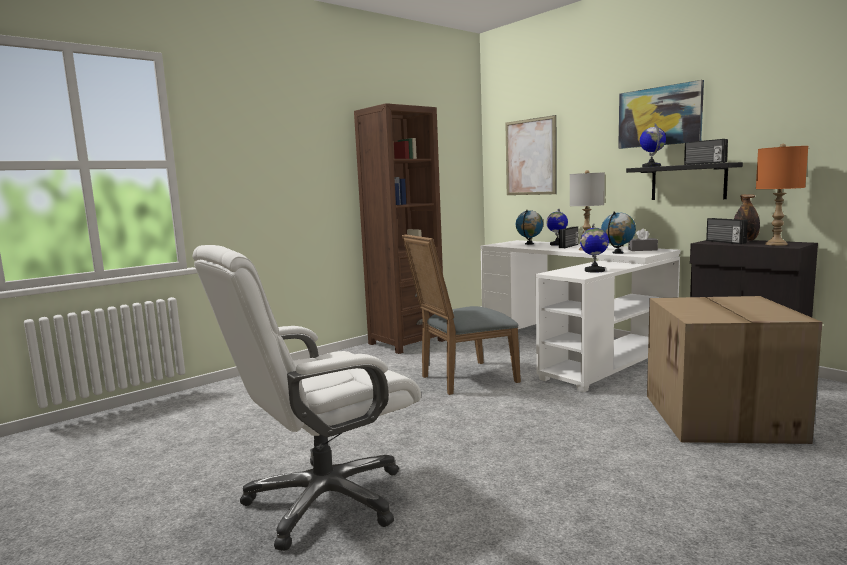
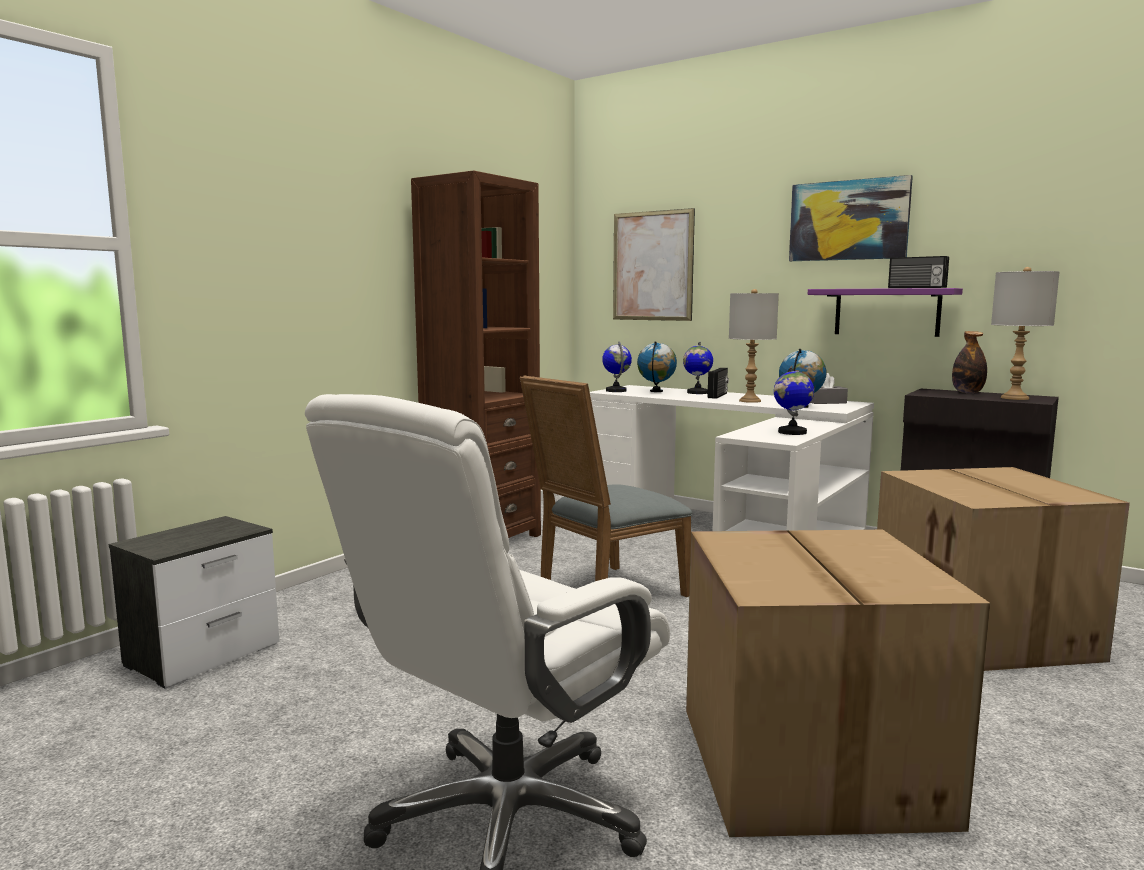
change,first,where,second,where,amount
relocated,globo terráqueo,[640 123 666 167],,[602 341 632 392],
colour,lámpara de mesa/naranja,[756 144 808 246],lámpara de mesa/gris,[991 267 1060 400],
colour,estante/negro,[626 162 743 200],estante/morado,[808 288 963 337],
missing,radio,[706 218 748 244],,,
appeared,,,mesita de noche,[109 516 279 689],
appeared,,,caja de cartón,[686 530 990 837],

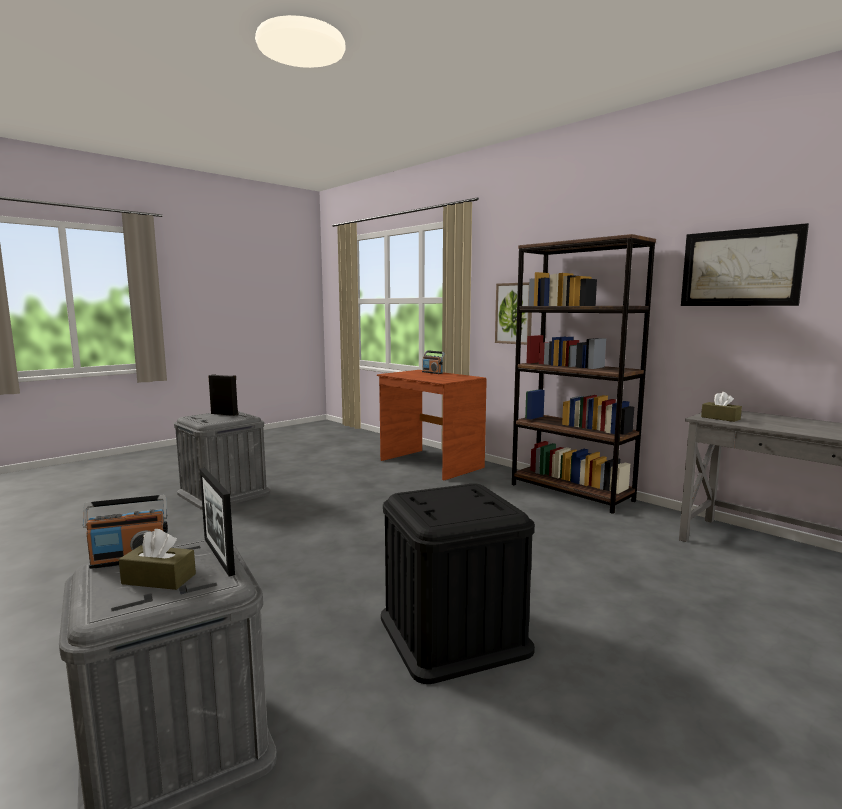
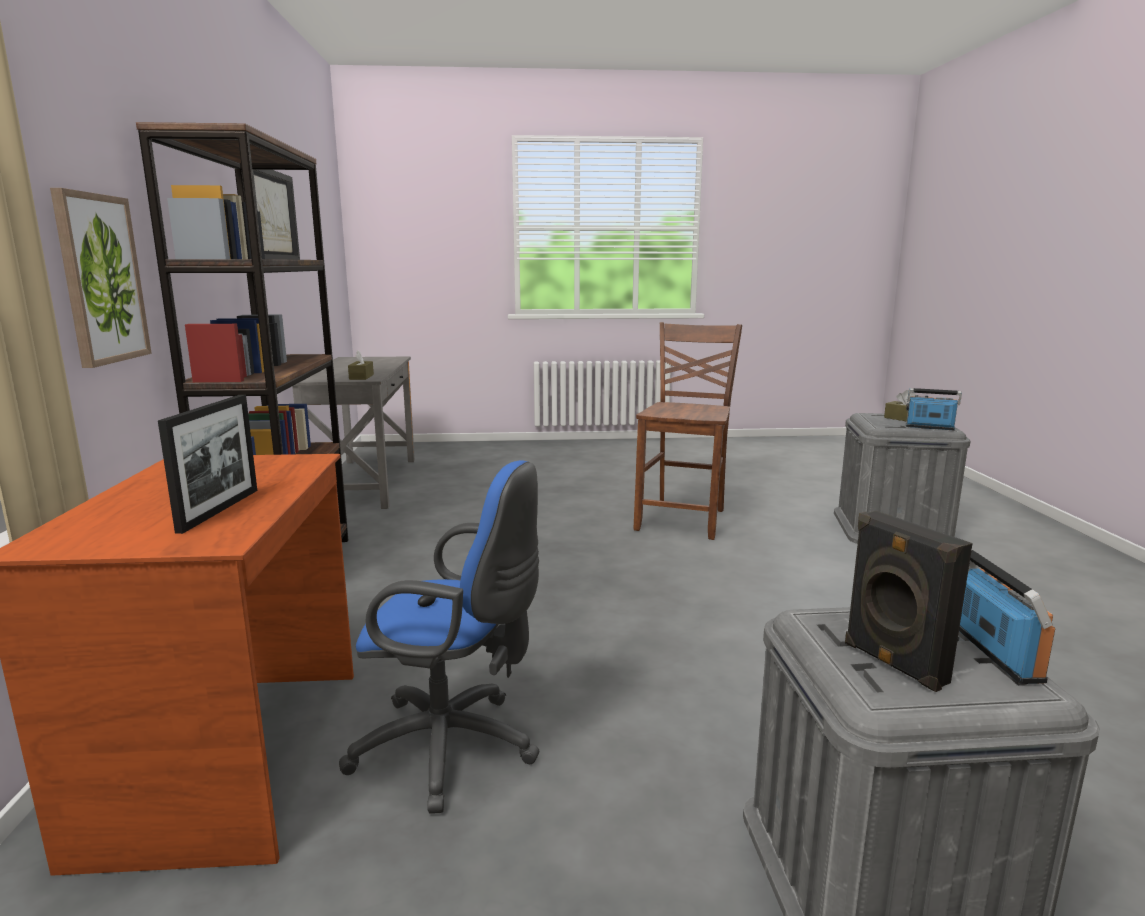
change,first,where,second,where,amount
relocated,radio,[422 350 445 374],,[959 550 1055 684],
relocated,portarretratos,[199 468 235 576],,[158 395 257 534],
exchanged,caja de almacenaje/negro,[381 483 535 684],silla/marrón,[634 322 742 540],
appeared,,,silla de oficina/azul,[339 460 539 814],

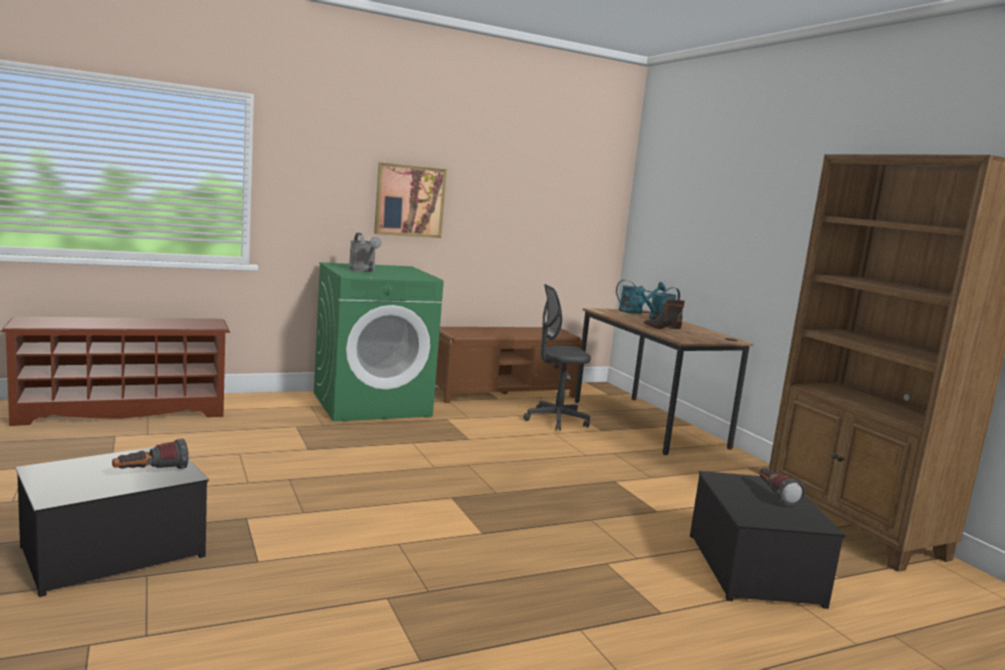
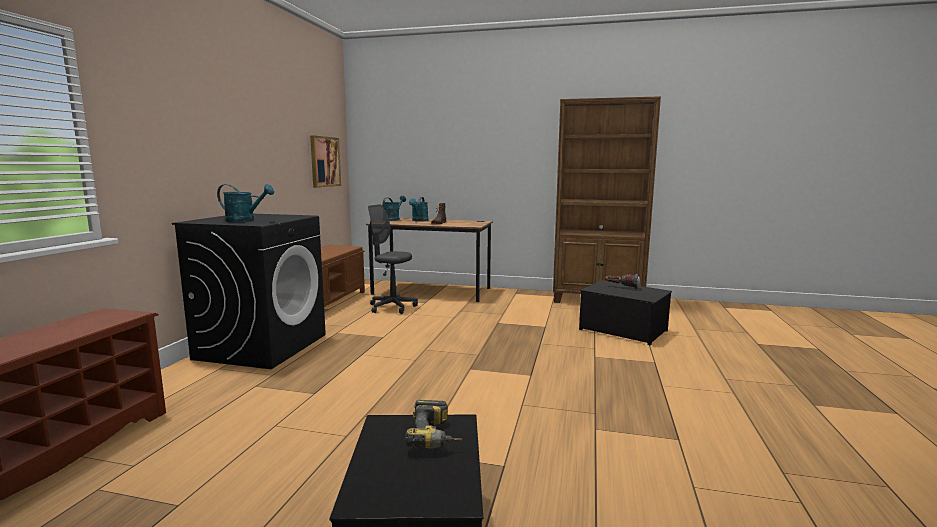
change,first,where,second,where,amount
relocated,cuadro,[374 162 447 238],,[310 135 341 188],
colour,regadera/gris,[349 233 381 272],regadera/turquesa,[217 184 274 222],
colour,lavadora/verde,[314 262 444 421],lavadora/negro,[172 214 326 369],
spun,silla de oficina/gris,[523 284 591 431],,[368 204 418 314],90 degrees clockwise
exchanged,linterna,[112 438 189 469],taladro,[405 400 462 449],

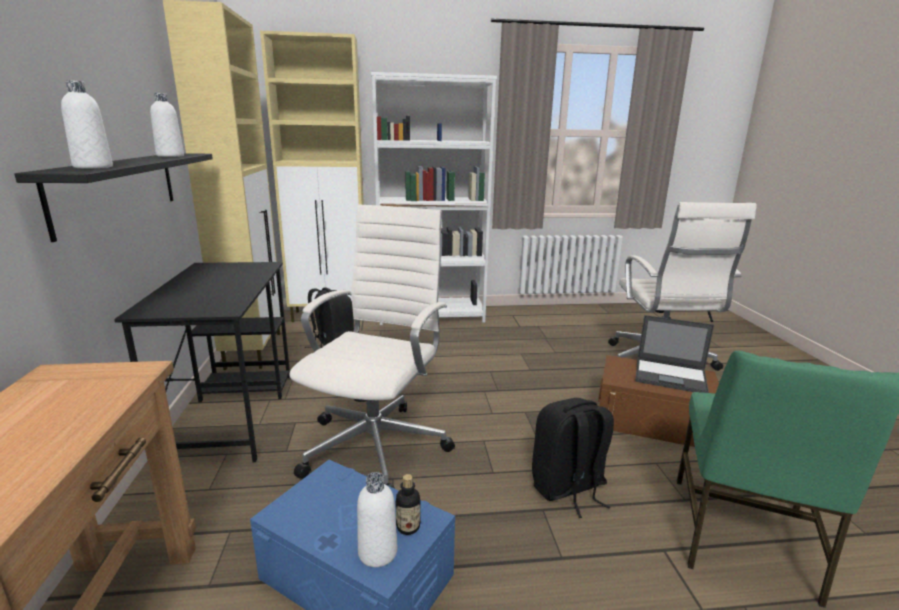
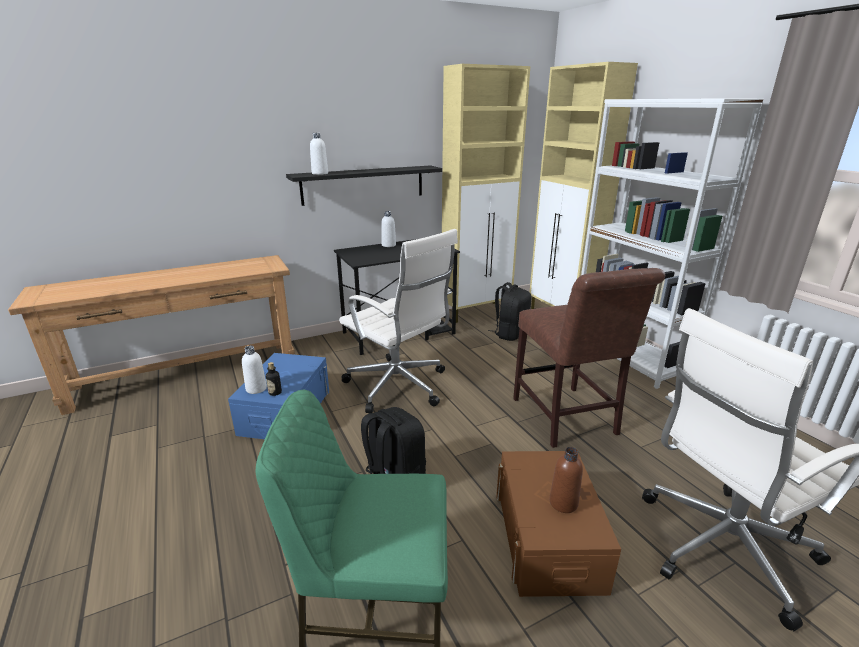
change,first,where,second,where,amount
relocated,botella/blanco,[150 93 184 157],,[381 211 396 247],
spun,silla de oficina/blanco,[289 204 455 489],,[339 229 458 413],45 degrees clockwise
exchanged,portátil,[635 315 714 393],botella/marrón,[549 447 583 513],
appeared,,,silla/marrón,[513 268 665 448],

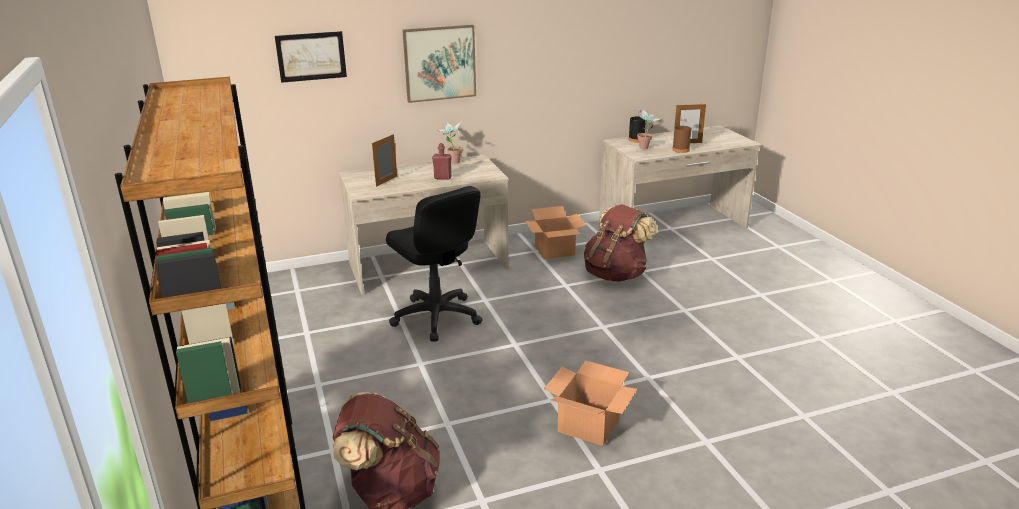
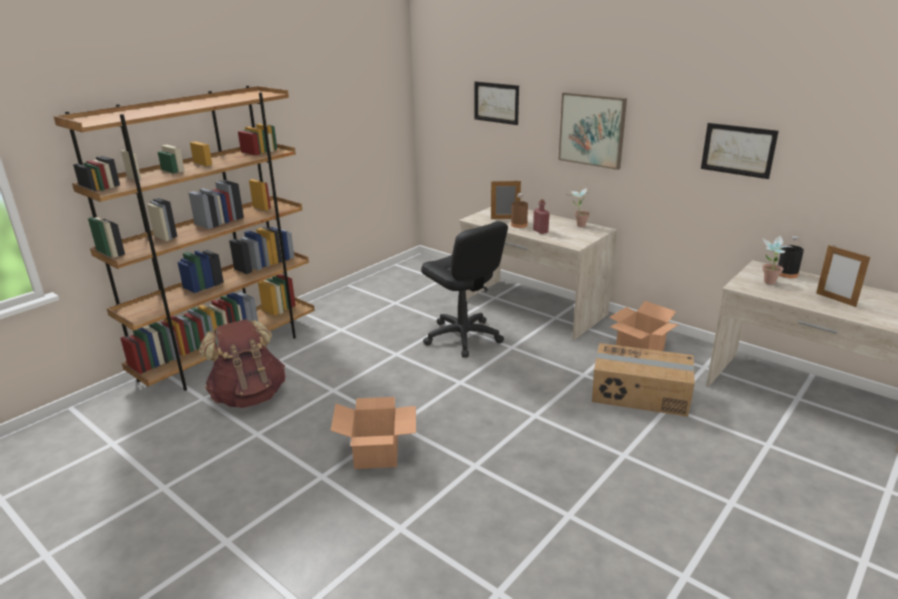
change,first,where,second,where,amount
relocated,botella/marrón,[672 118 691 153],,[511 193 528 228],
spun,silla de oficina/negro,[386 186 483 342],,[421 221 508 358],60 degrees counterclockwise
exchanged,mochila/marrón,[584 204 658 282],caja de cartón,[592 343 695 417],
appeared,,,cuadro,[701 123 779 179],

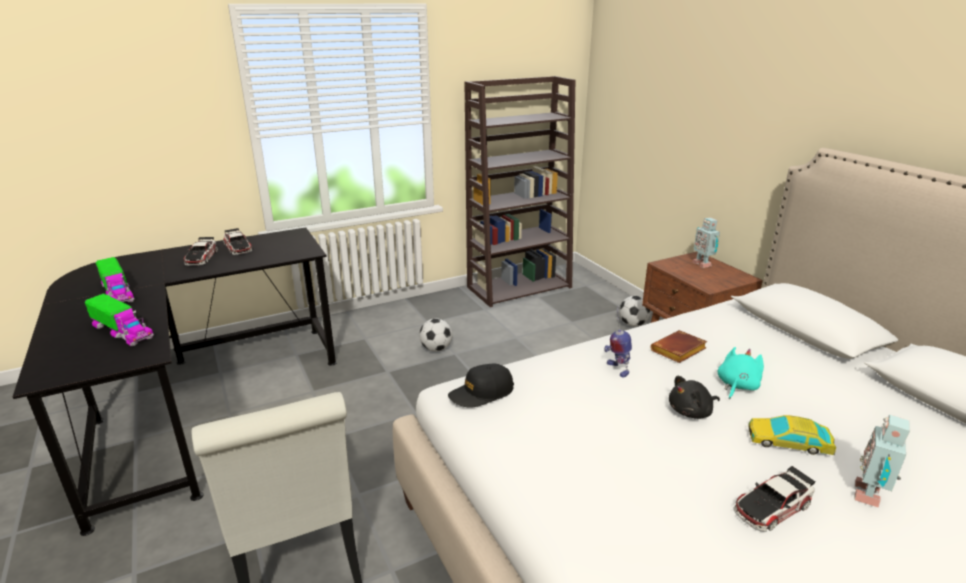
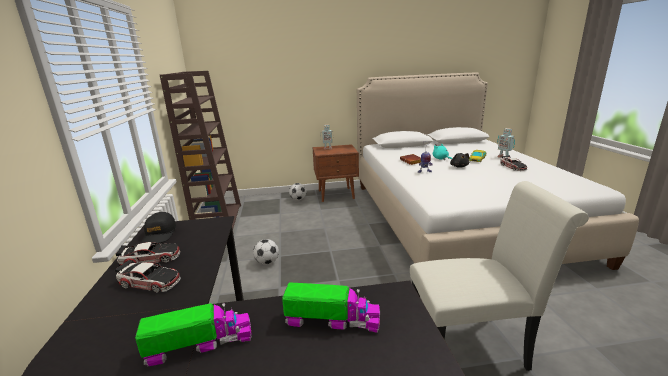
change,first,where,second,where,amount
spun,camión de juguete,[85 293 154 346],,[282 282 380 333],45 degrees clockwise
relocated,gorra/negro,[448 364 514 408],,[141 212 177 244],

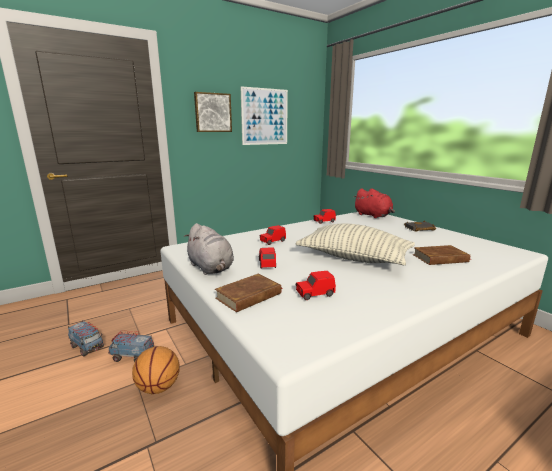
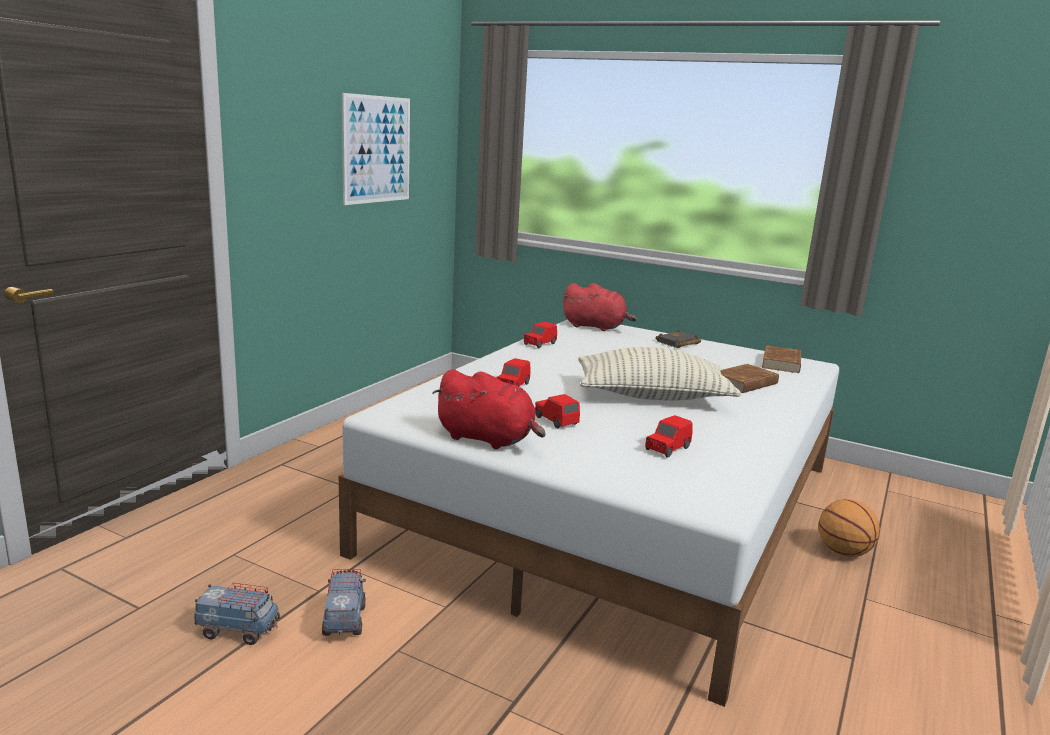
change,first,where,second,where,amount
missing,cuadro,[194 92 232 132],,,
colour,peluche/gris,[184 223 234 275],peluche/rojo,[432 369 545 449],
relocated,libro/marrón,[215 274 283 312],,[762 345 801 373],
spun,camión de juguete,[108 330 154 362],,[322 569 366 636],105 degrees clockwise
relocated,balón de baloncesto,[132 346 180 394],,[819 499 880 557],

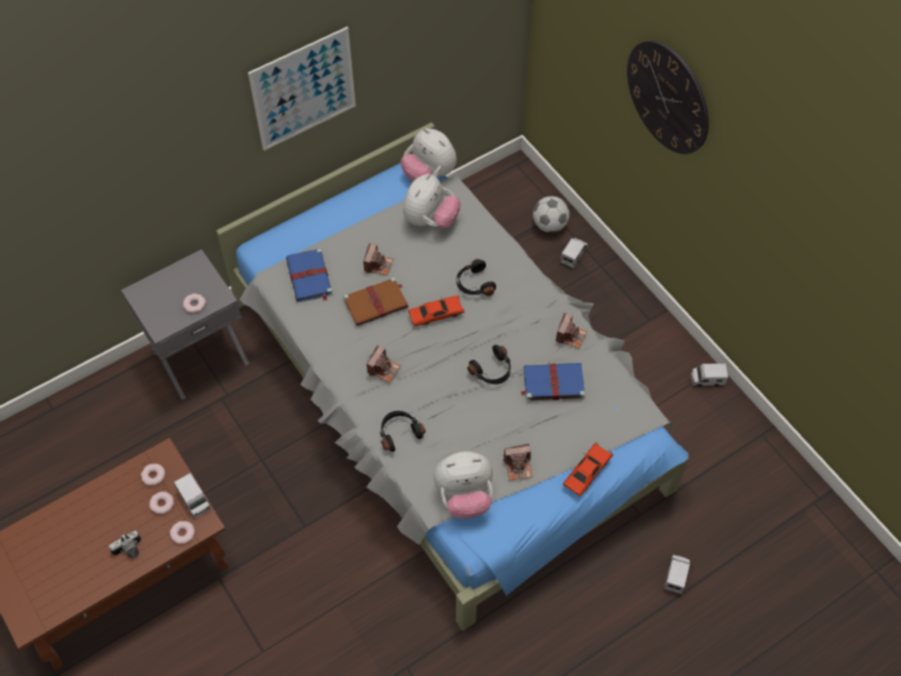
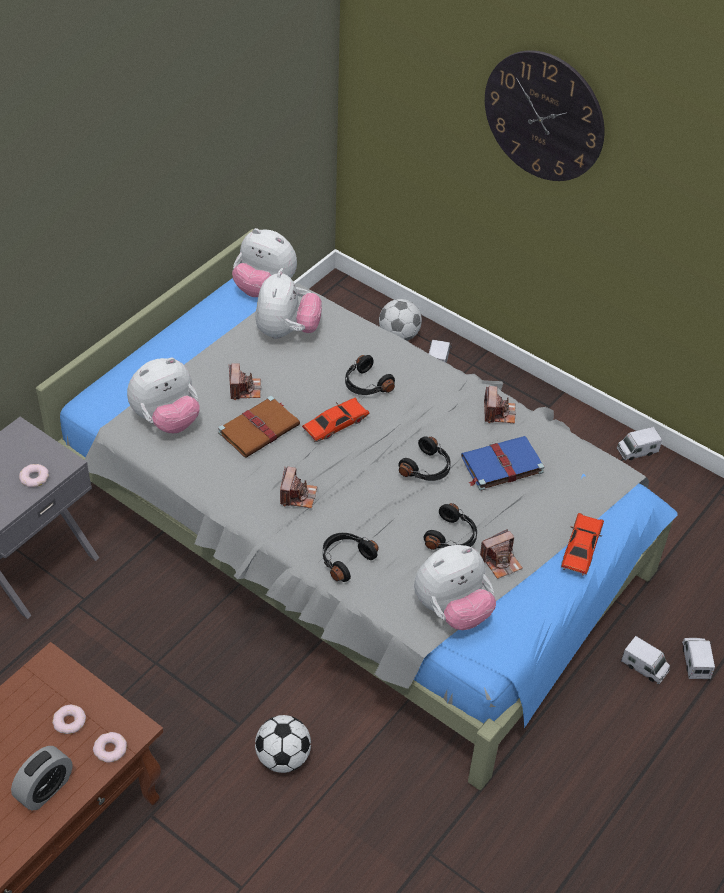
change,first,where,second,where,amount
missing,cuadro,[248 27 356 151],,,
exchanged,libro/azul,[286 248 333 302],peluche,[127 357 200 433],
missing,rosquilla,[141 464 165 486],,,
relocated,camión de juguete,[174 473 211 518],,[621 636 670 684],
exchanged,cámara,[109 530 141 558],despertador,[11 746 73 811],
appeared,,,auriculares/negro,[424 503 477 550],
appeared,,,balón de fútbol,[255 715 311 773],

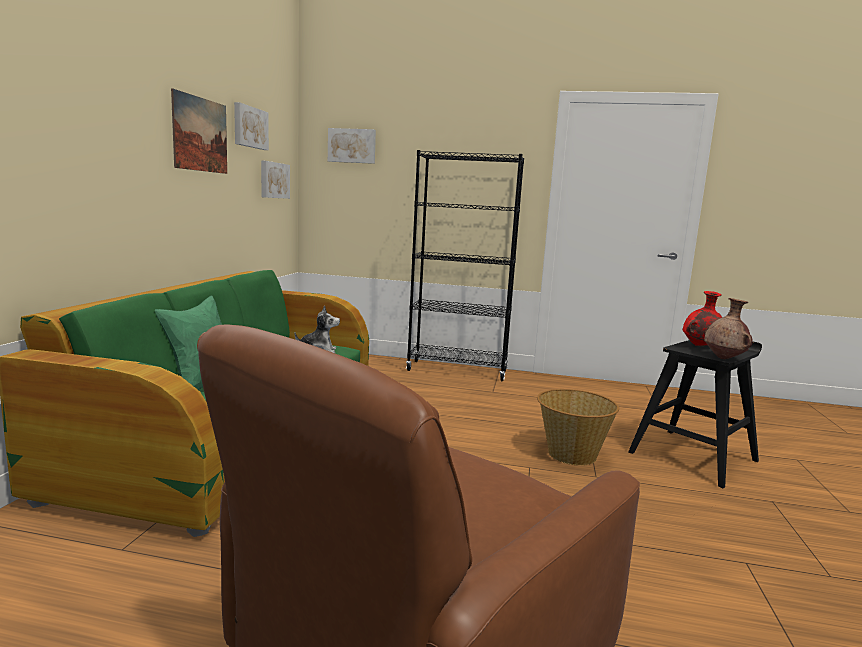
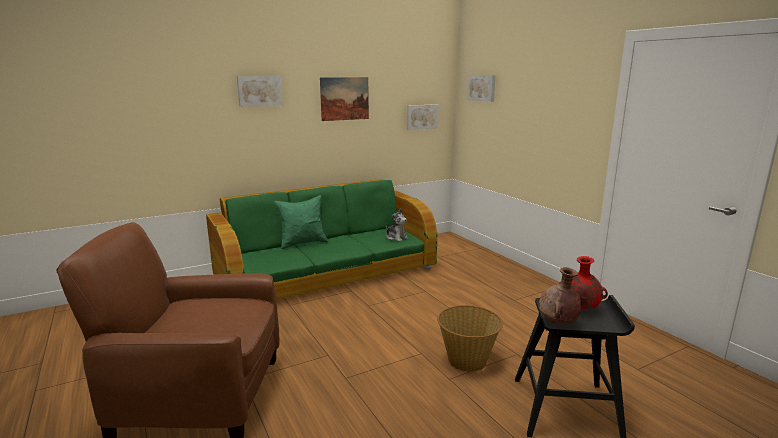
change,first,where,second,where,amount
relocated,cuadro,[234 102 269 150],,[237 76 283 106],
missing,estantería/negro,[406 150 524 381],,,

